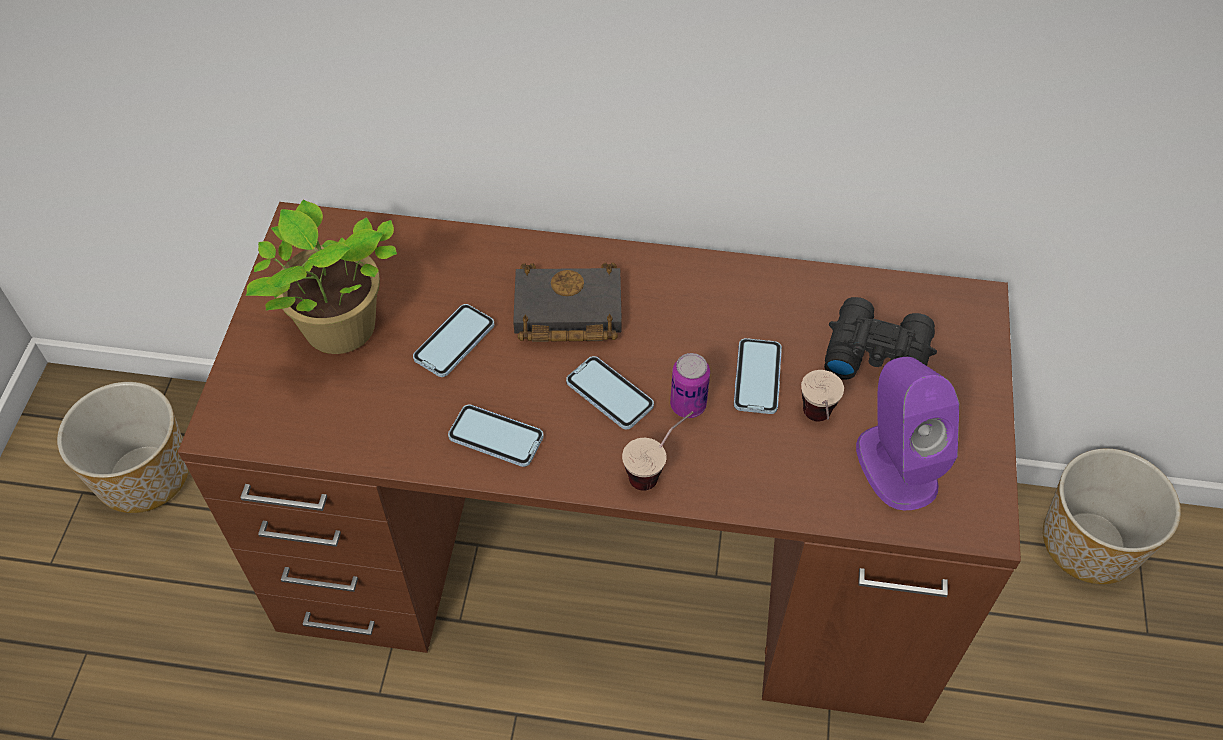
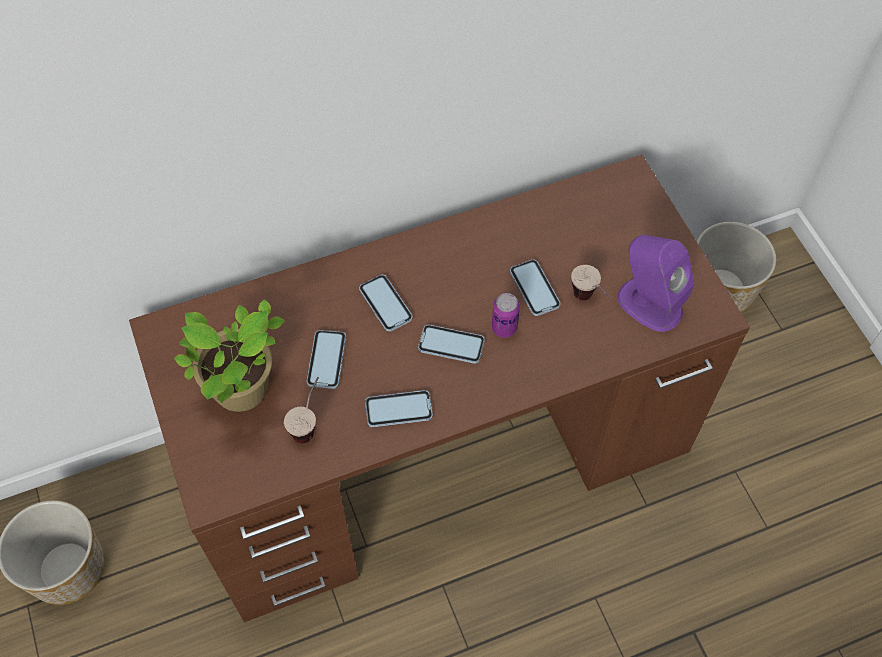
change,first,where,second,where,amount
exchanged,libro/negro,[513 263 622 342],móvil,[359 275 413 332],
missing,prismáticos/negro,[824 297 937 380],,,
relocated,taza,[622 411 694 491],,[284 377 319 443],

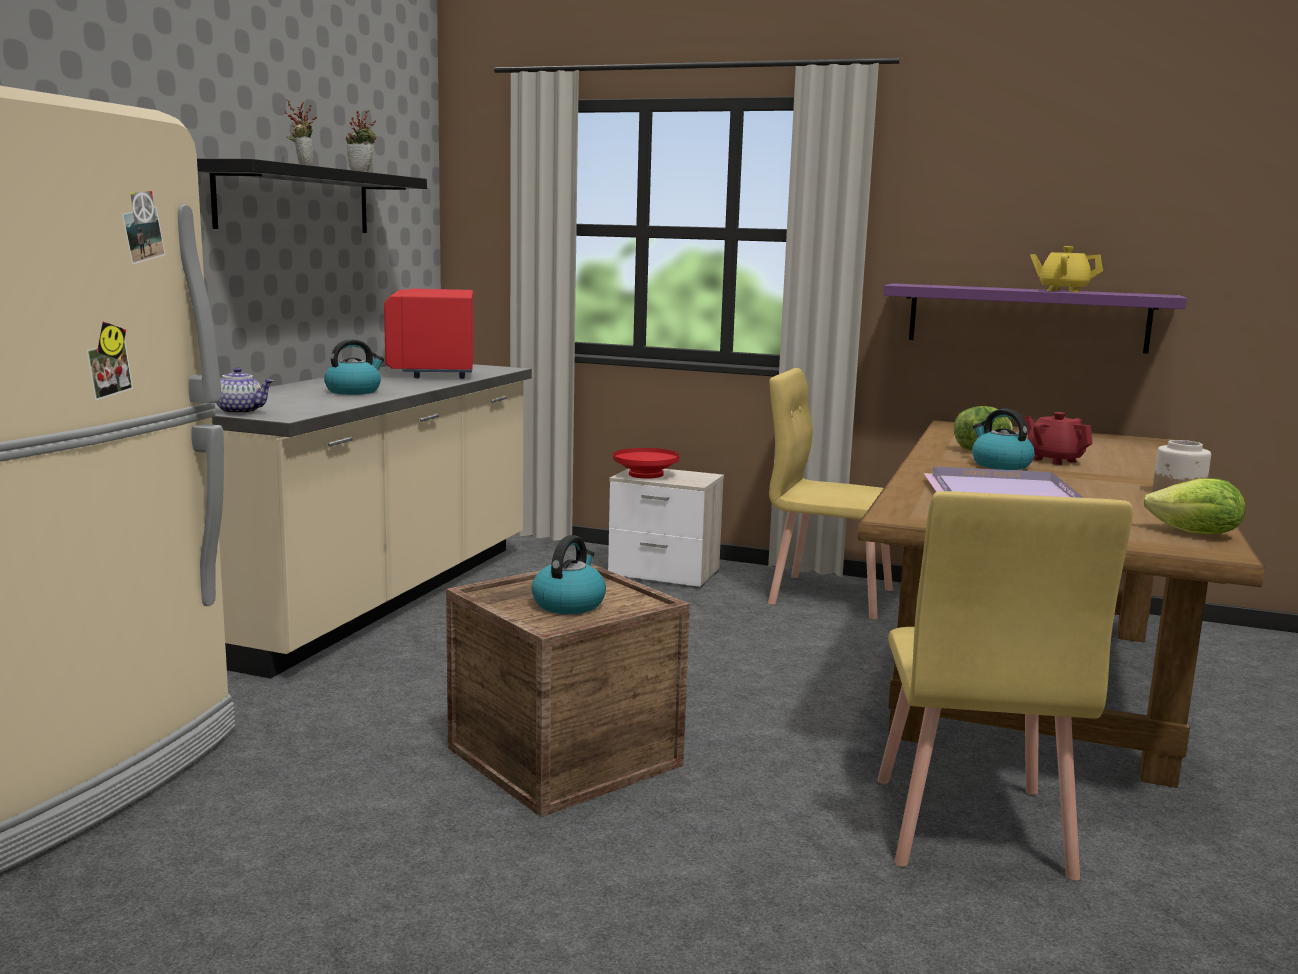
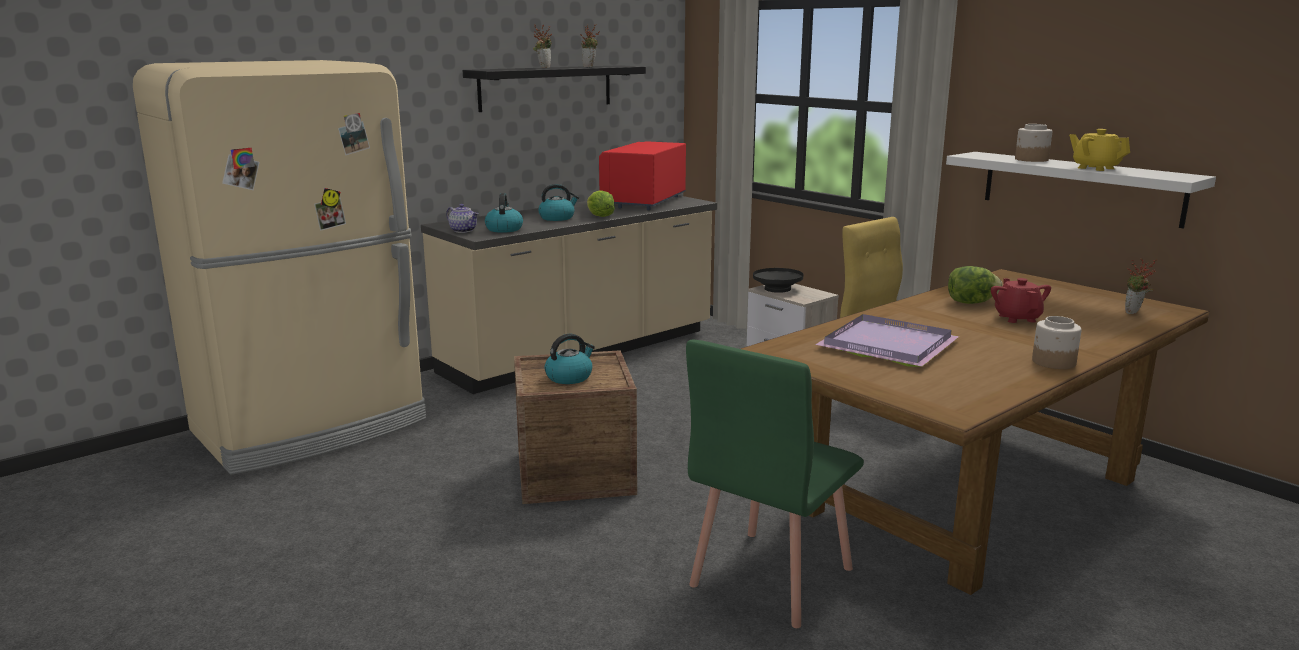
change,first,where,second,where,amount
colour,estante/morado,[883 283 1187 354],estante/blanco,[946 152 1216 229],
relocated,hervidor,[972 409 1034 470],,[485 193 523 233],
colour,cuenco/rojo,[613 448 679 479],cuenco/negro,[753 268 803 293],
relocated,lechuga,[1143 478 1245 535],,[587 190 615 217],
colour,silla/amarillo,[877 491 1133 881],silla/verde,[686 340 864 628],
appeared,,,tarro,[1015 124 1052 162],
appeared,,,planta en maceta,[1125 258 1157 314],

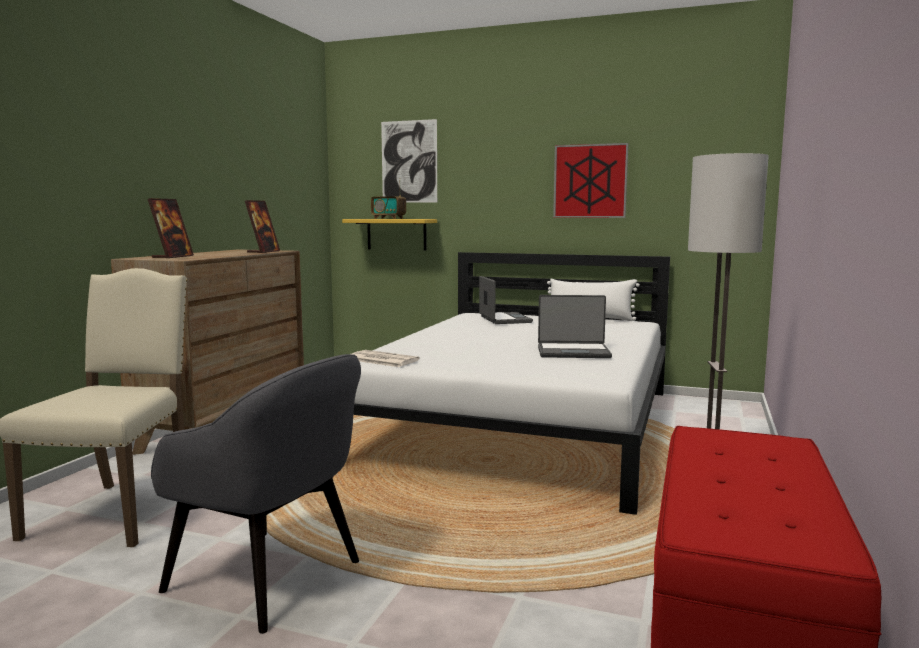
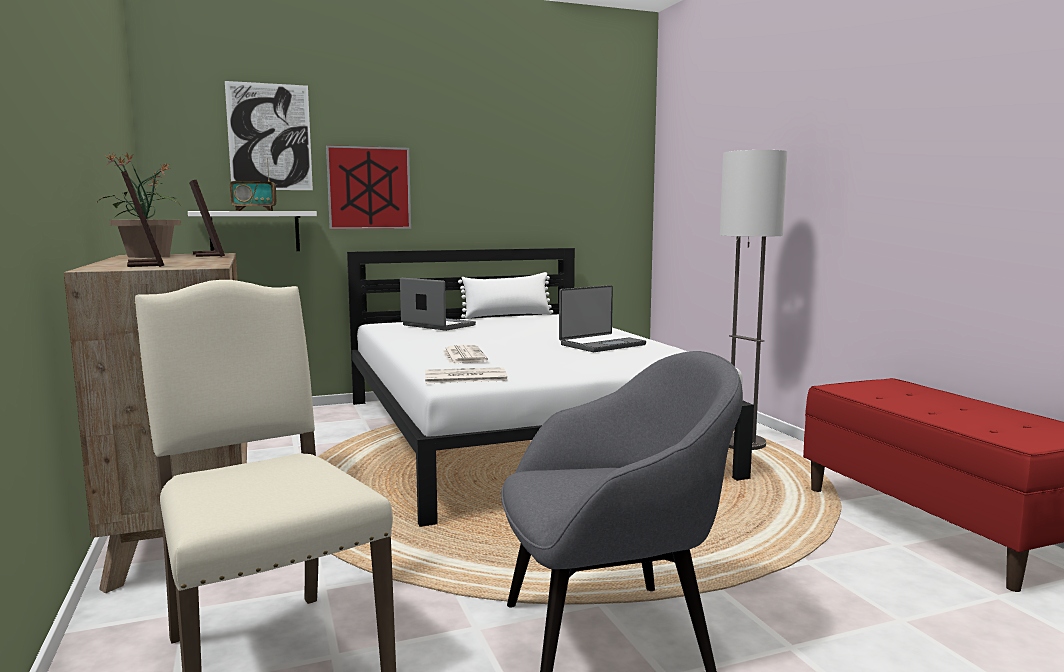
change,first,where,second,where,amount
relocated,cuadro,[553 143 628 218],,[326 145 411 229],
colour,estante/amarillo,[342 219 437 251],estante/blanco,[188 211 317 251],
appeared,,,planta en maceta,[97 152 181 258],
appeared,,,periódico,[443 345 488 363],

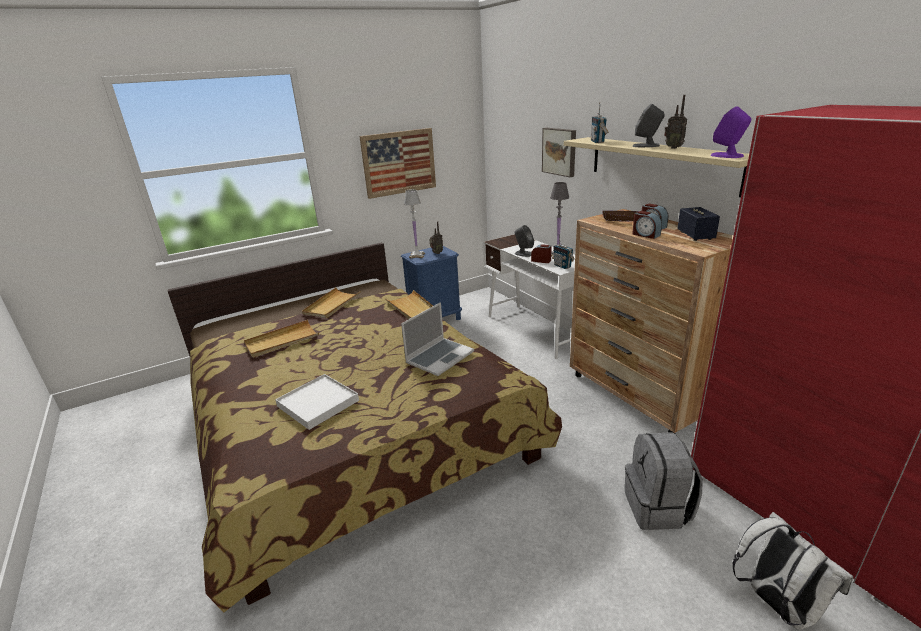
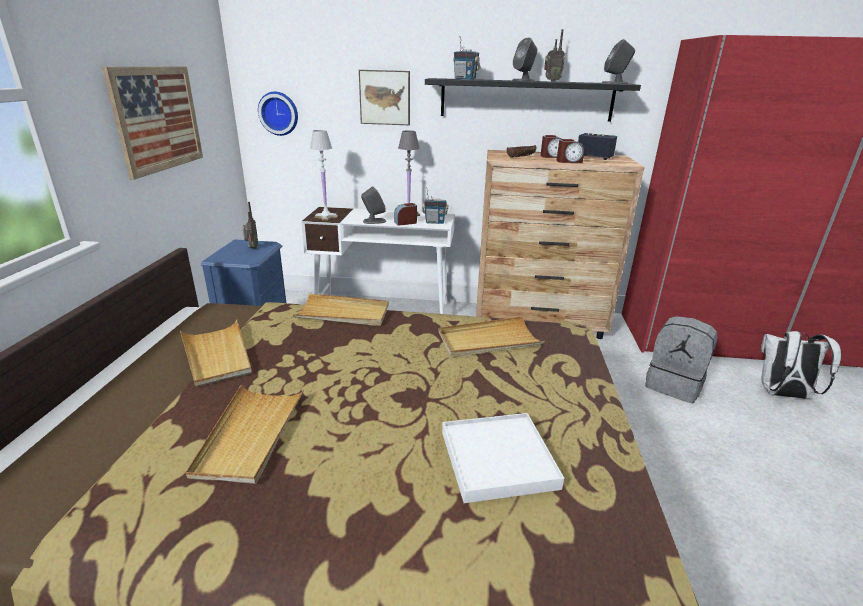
change,first,where,second,where,amount
colour,altavoz/morado,[710 106 751 158],altavoz/gris,[602 39 635 84],
colour,estante/beis,[564 137 749 197],estante/negro,[425 78 641 122],
relocated,lámpara de mesa/blanco,[404 189 425 259],,[310 130 338 221],
exchanged,portátil,[401 302 474 376],bandeja/beis,[438 316 545 358],
appeared,,,reloj de pared,[258 92 298 136],

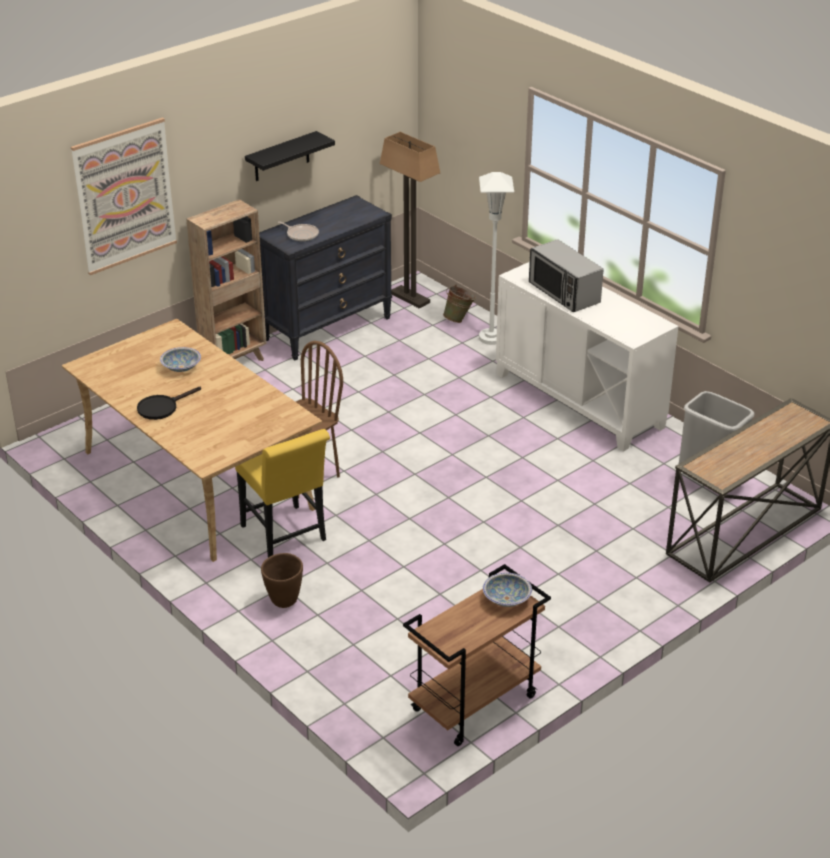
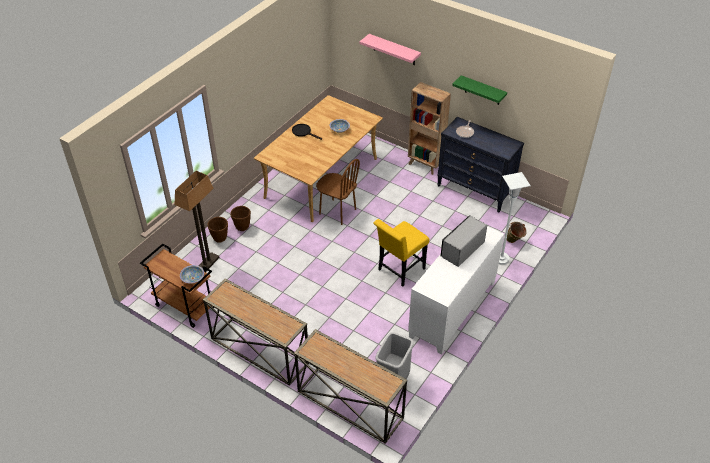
change,first,where,second,where,amount
exchanged,cuadro,[71 118 177 275],estante/rosa,[360 34 421 65],
colour,estante/negro,[245 131 335 181],estante/verde,[452 75 507 105],
relocated,lámpara de pie,[380 132 440 309],,[174 171 220 271],
relocated,silla/amarillo,[235 429 330 558],,[373 219 429 287],
appeared,,,maceta/marrón,[208 217 228 243],
appeared,,,mesa consola,[203 278 309 386],

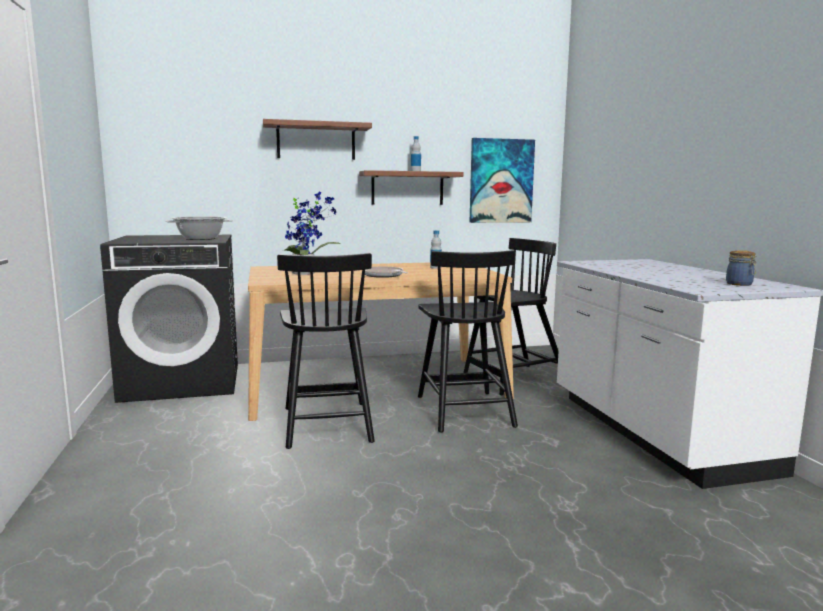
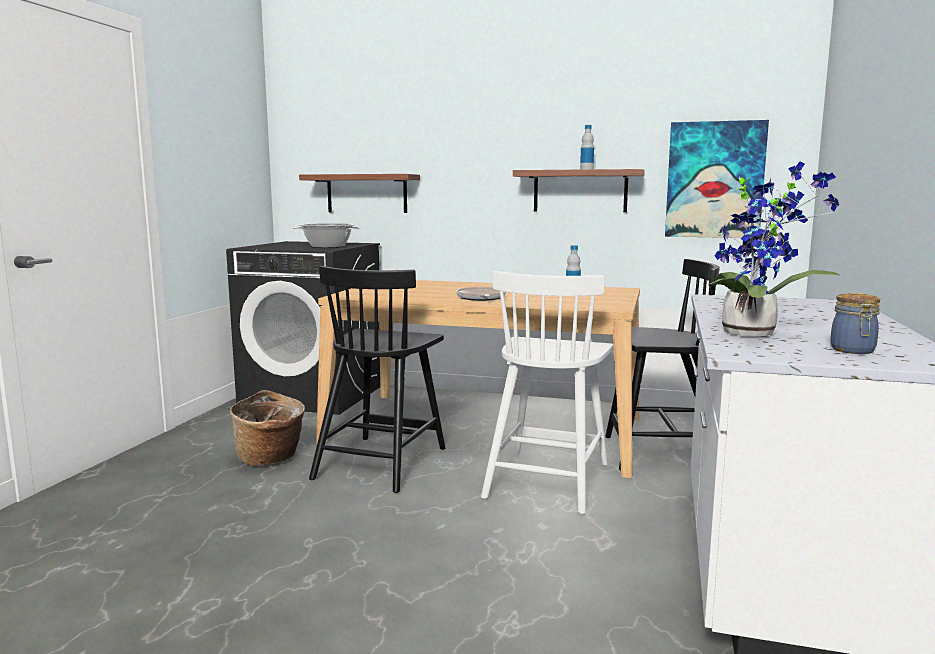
change,first,where,second,where,amount
relocated,estante,[263 119 372 160],,[299 174 420 213],
relocated,planta en maceta,[282 191 340 275],,[709 162 839 337],
colour,silla/negro,[418 250 518 432],silla/blanco,[481 271 614 514],
appeared,,,cesta,[230 390 305 466],

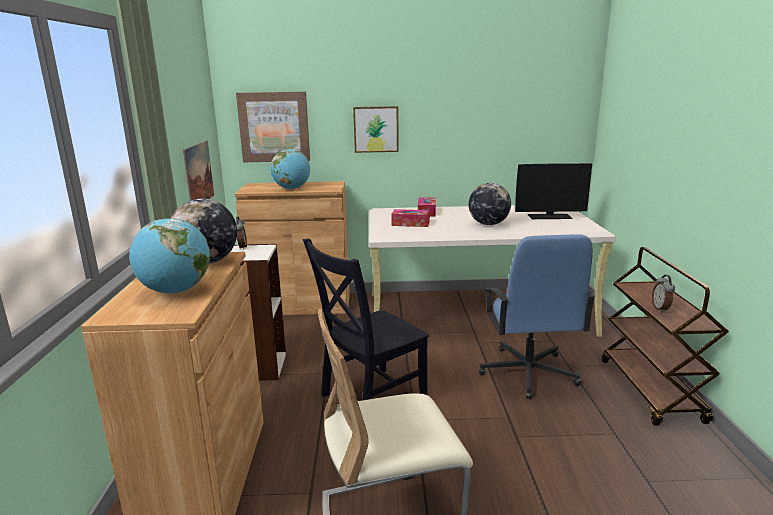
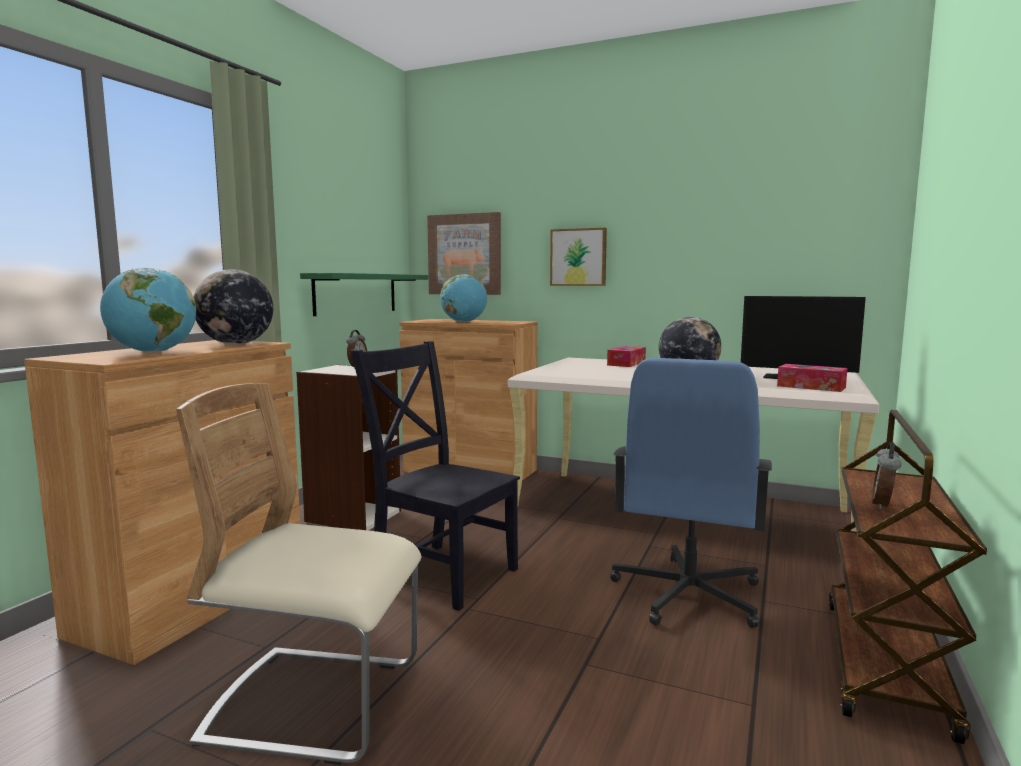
change,first,where,second,where,amount
exchanged,cuadro,[183 140 214 201],estante/verde,[300 273 428 316],
relocated,caja de pañuelos,[391 209 430 227],,[777 364 847 392],
spun,silla/negro,[303 238 429 400],,[350 341 520 611],45 degrees clockwise

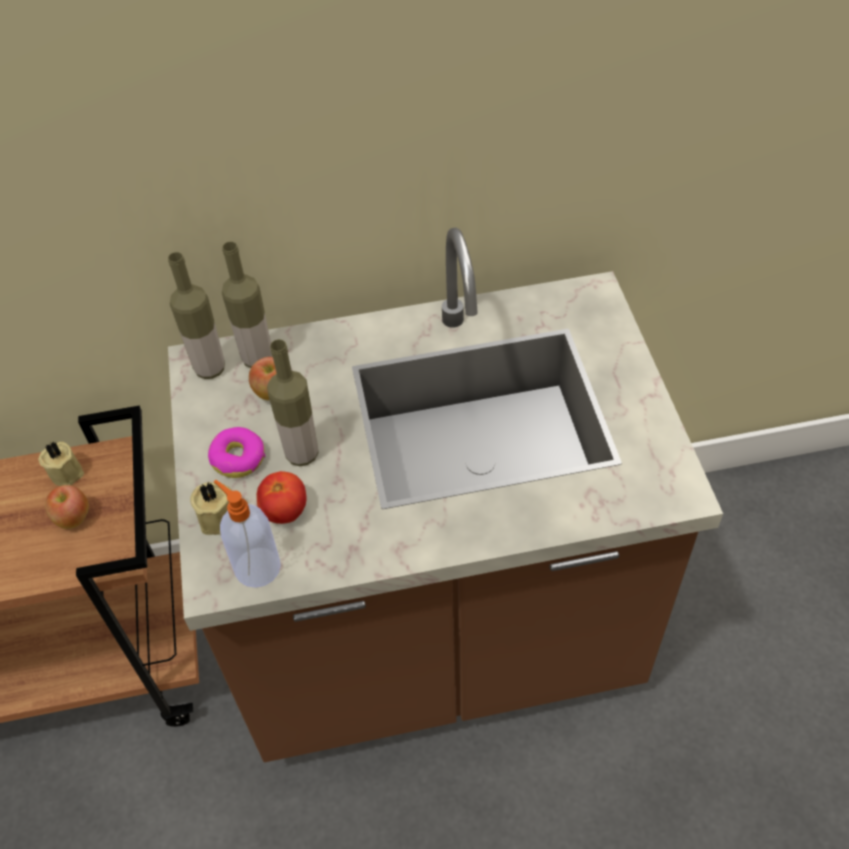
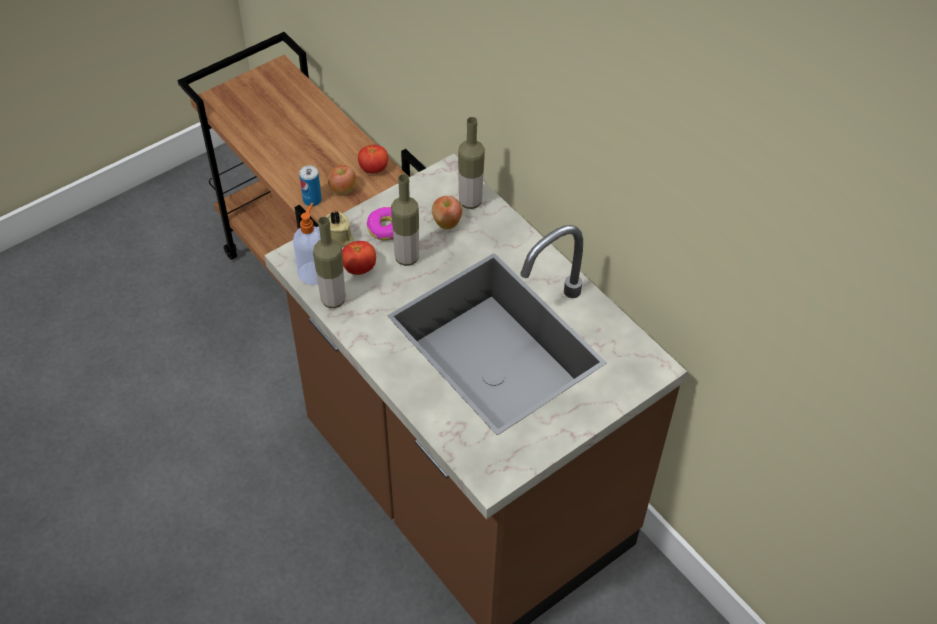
change,first,where,second,where,amount
relocated,botella,[168 252 225 379],,[313 217 346 308],
exchanged,vela/beis,[38 442 84 486],tomate,[358 145 388 174],
appeared,,,lata,[299 165 322 206],

